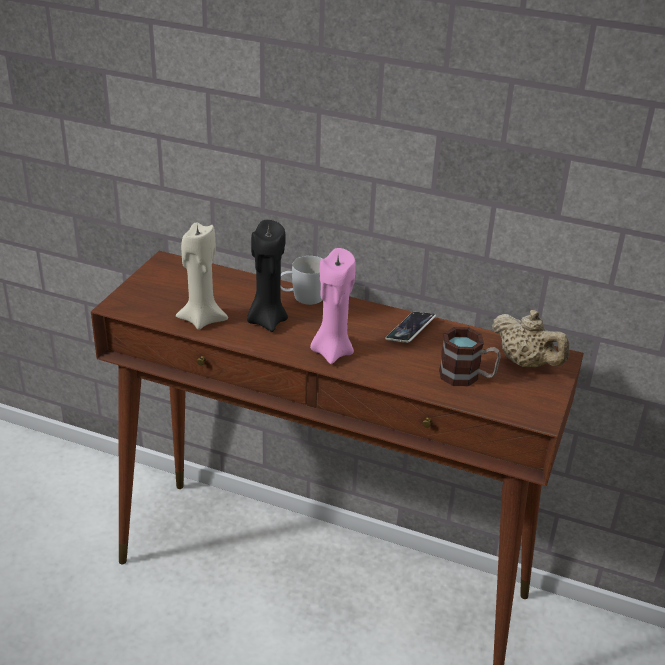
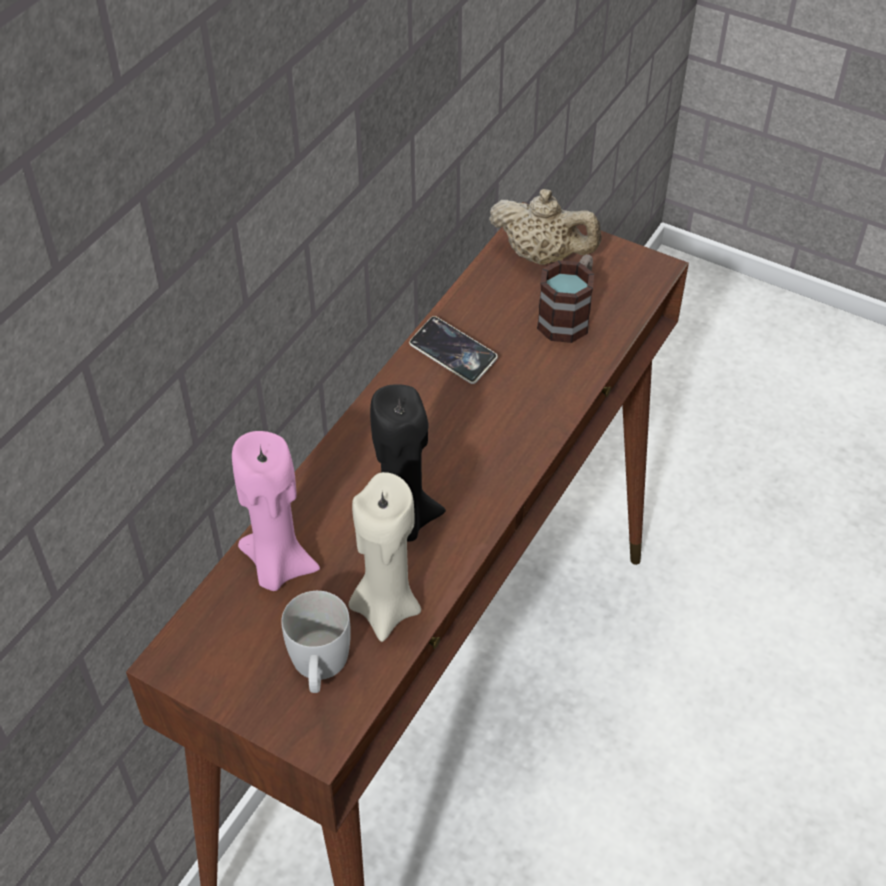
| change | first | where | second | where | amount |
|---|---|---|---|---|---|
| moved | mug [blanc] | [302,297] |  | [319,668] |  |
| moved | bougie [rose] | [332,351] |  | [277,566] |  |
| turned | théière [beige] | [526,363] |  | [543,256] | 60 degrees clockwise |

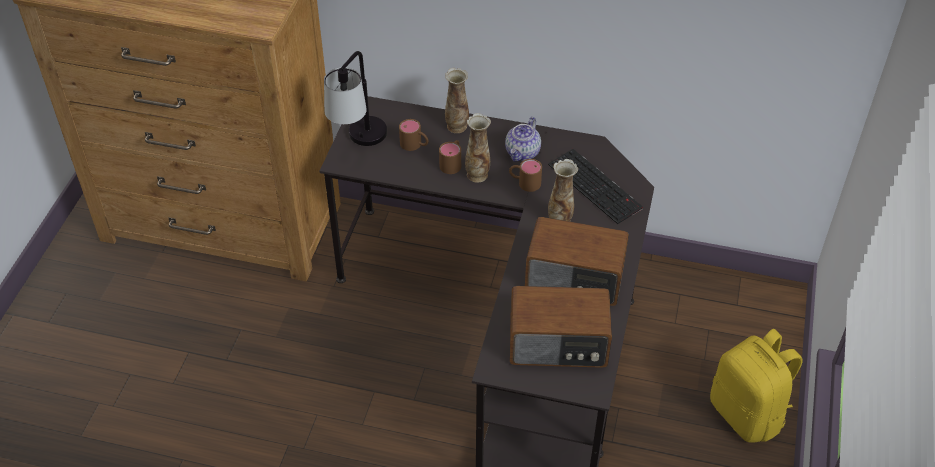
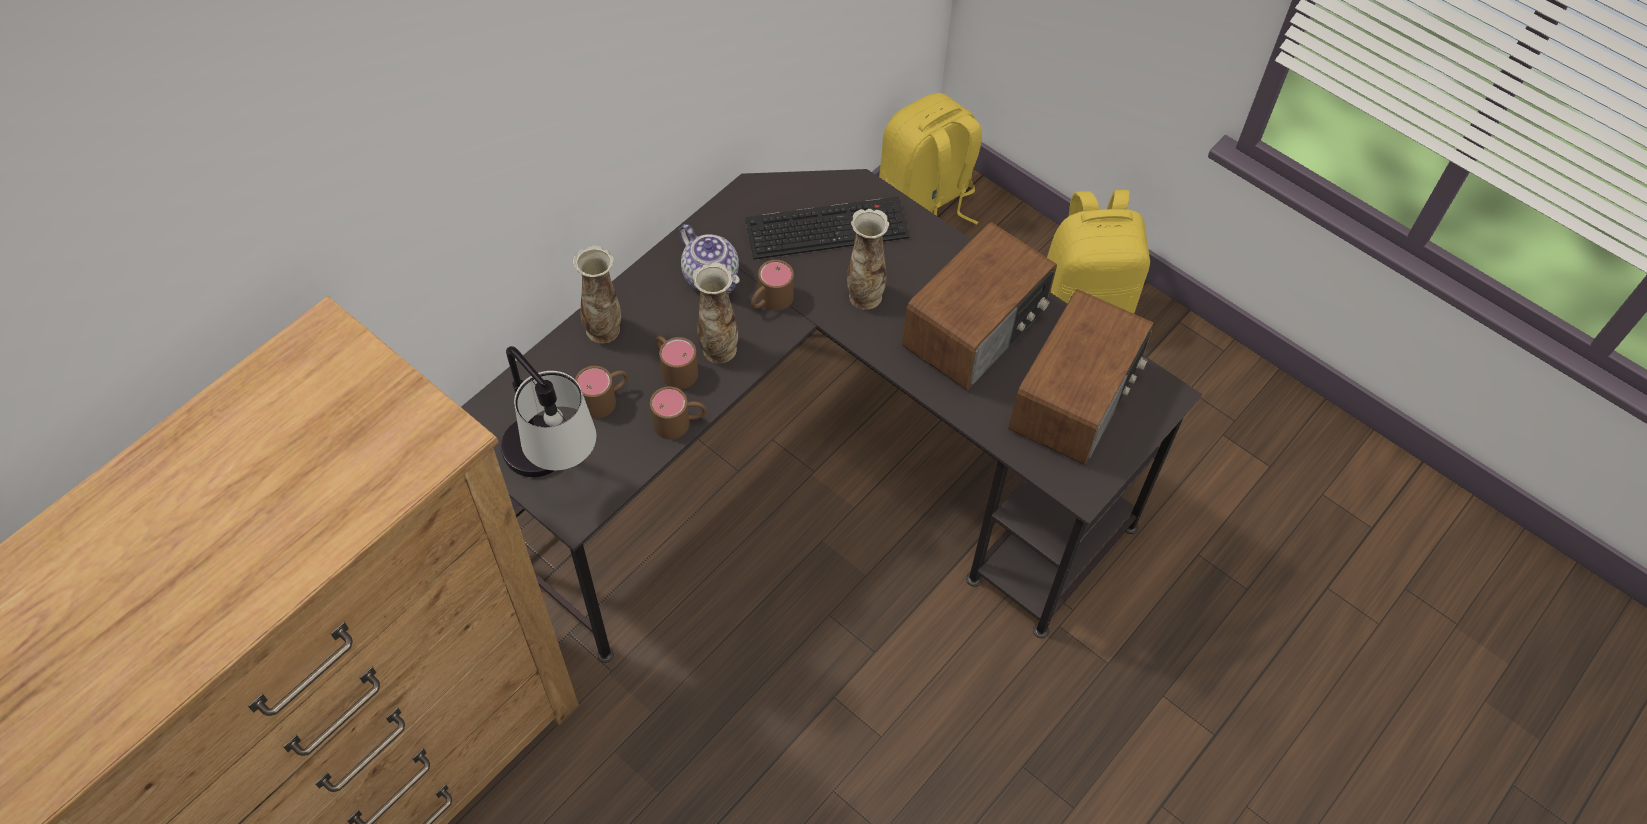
| change | first | where | second | where | amount |
|---|---|---|---|---|---|
| added |  |  | mug [marron] | [680,423] |  |
| added |  |  | sac à dos [jaune] | [926,203] |  |

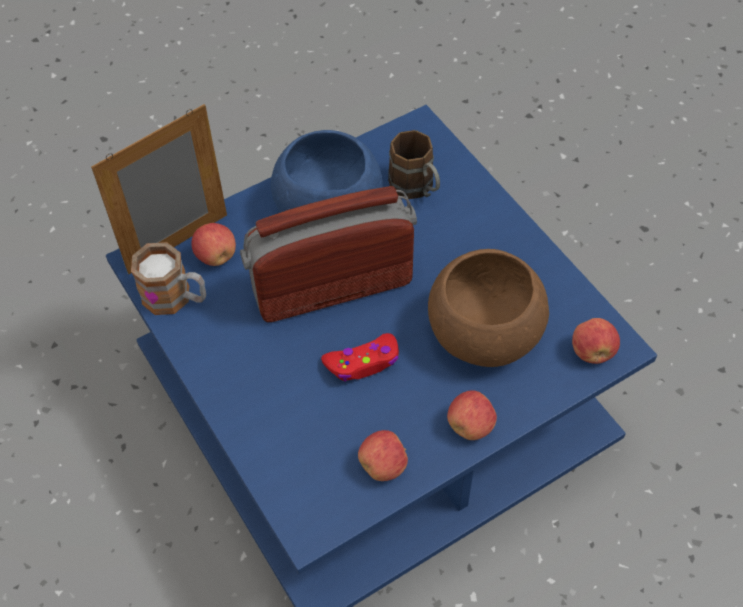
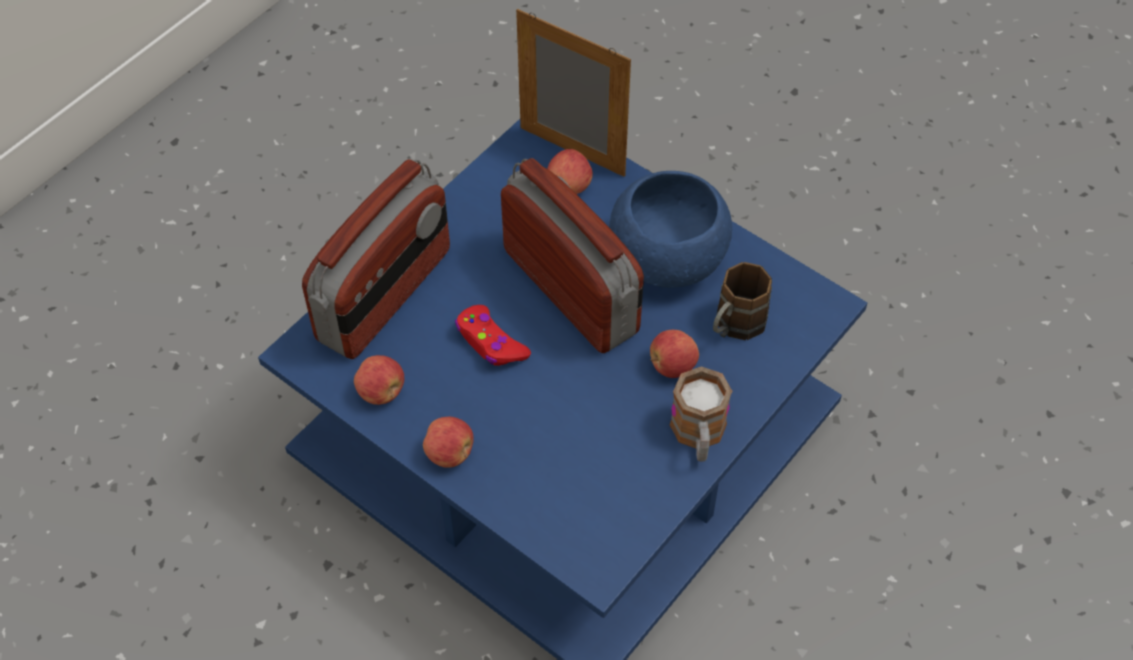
| change | first | where | second | where | amount |
|---|---|---|---|---|---|
| removed | bol [marron] | [483,333] |  |  |  |
| added |  |  | radio | [385,296] |  |
| moved | mug | [176,298] |  | [698,436] |  |
| moved | pomme | [592,352] |  | [672,366] |  |

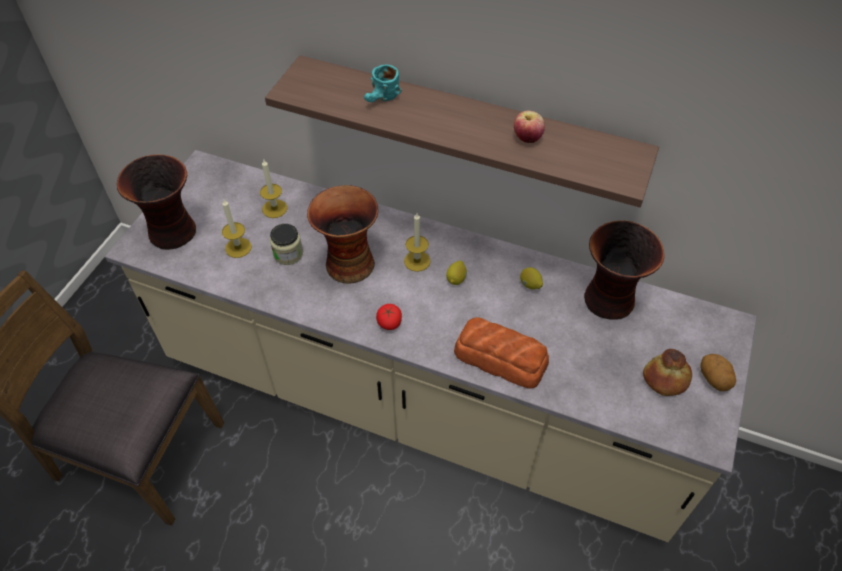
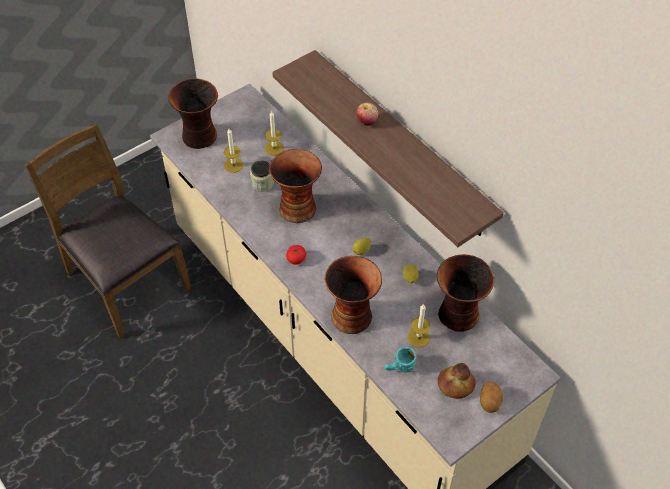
| change | first | where | second | where | amount |
|---|---|---|---|---|---|
| moved | mug [turquoise] | [382,99] |  | [400,368] |  |
| moved | bougie | [417,261] |  | [418,337] |  |
| moved | pomme | [527,138] |  | [367,121] |  |
| replaced | pain | [499,357] | vase | [352,315] |  |

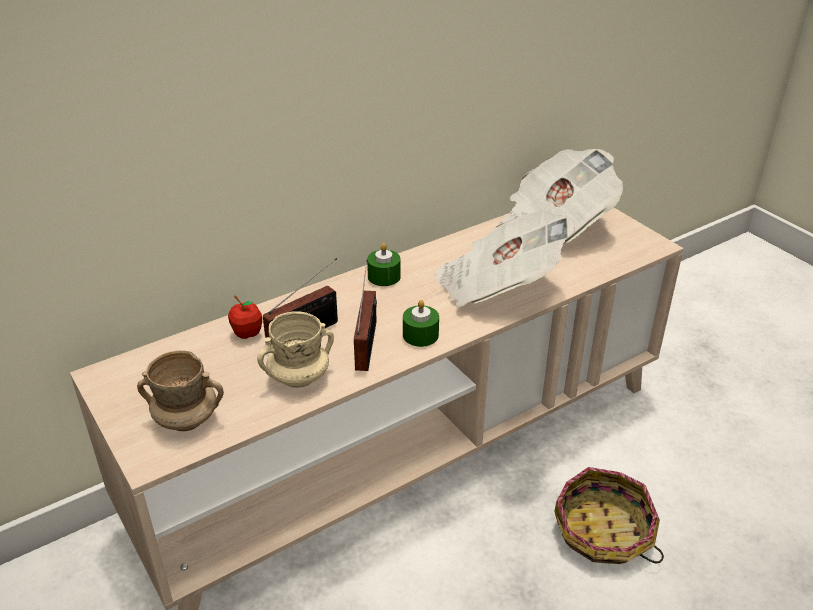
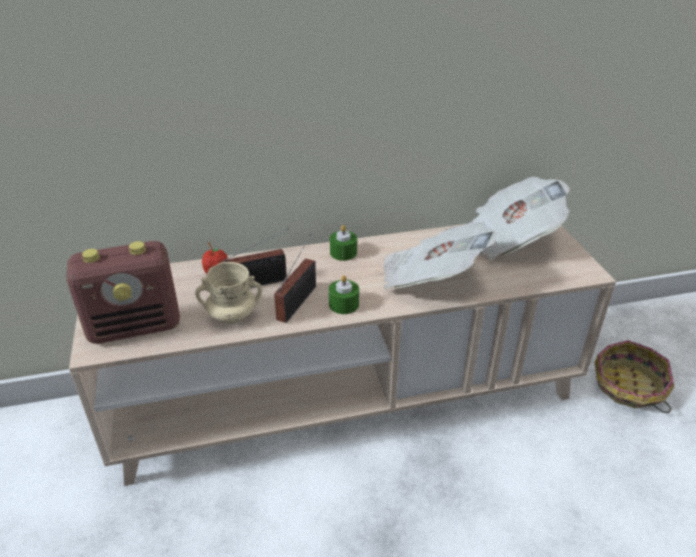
| change | first | where | second | where | amount |
|---|---|---|---|---|---|
| moved | panier | [603,532] |  | [628,387] |  |
| replaced | mug [beige] | [186,419] | radio | [136,327] |  |

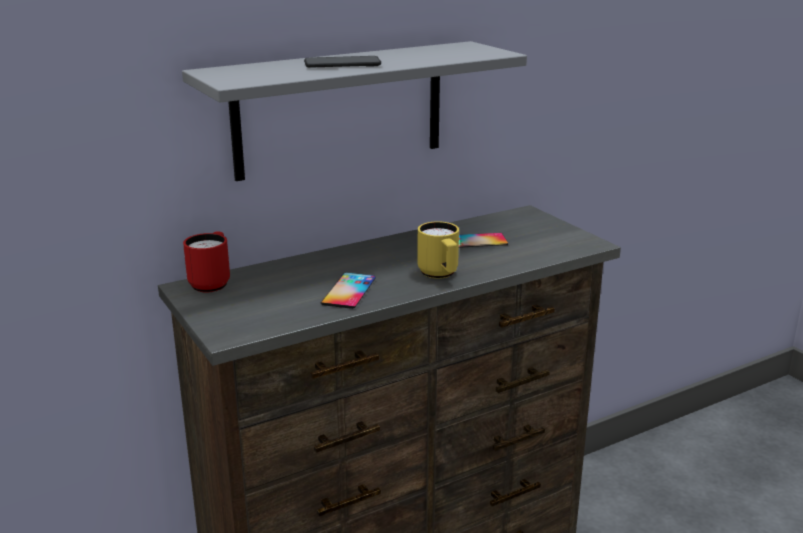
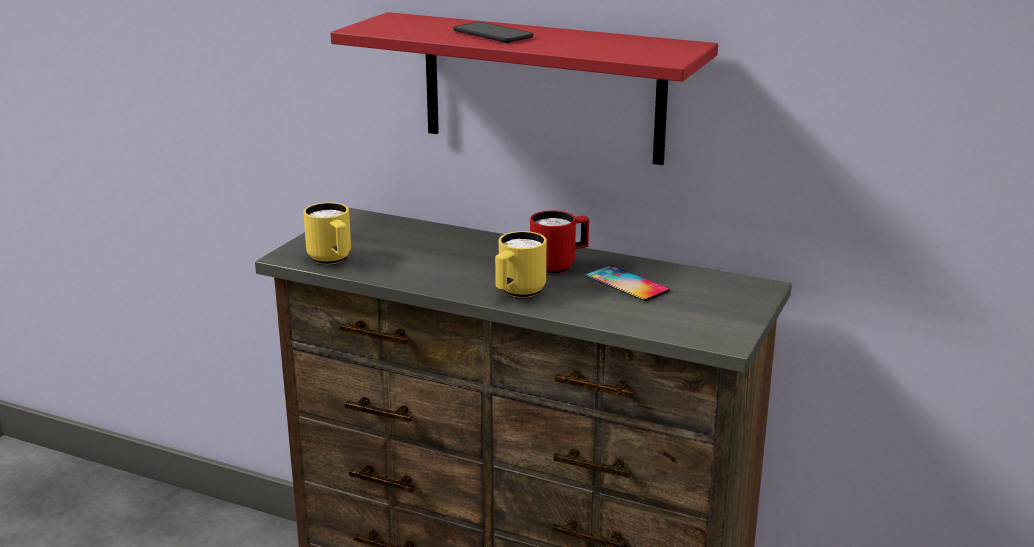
| change | first | where | second | where | amount |
|---|---|---|---|---|---|
| removed | téléphone | [349,291] |  |  |  |
| added |  |  | mug [jaune] | [332,260] |  |
| moved | mug [rouge] | [212,282] |  | [559,265] |  |
| recoloured | étagère [gris] | [340,109] | étagère [rouge] | [542,88] |  |

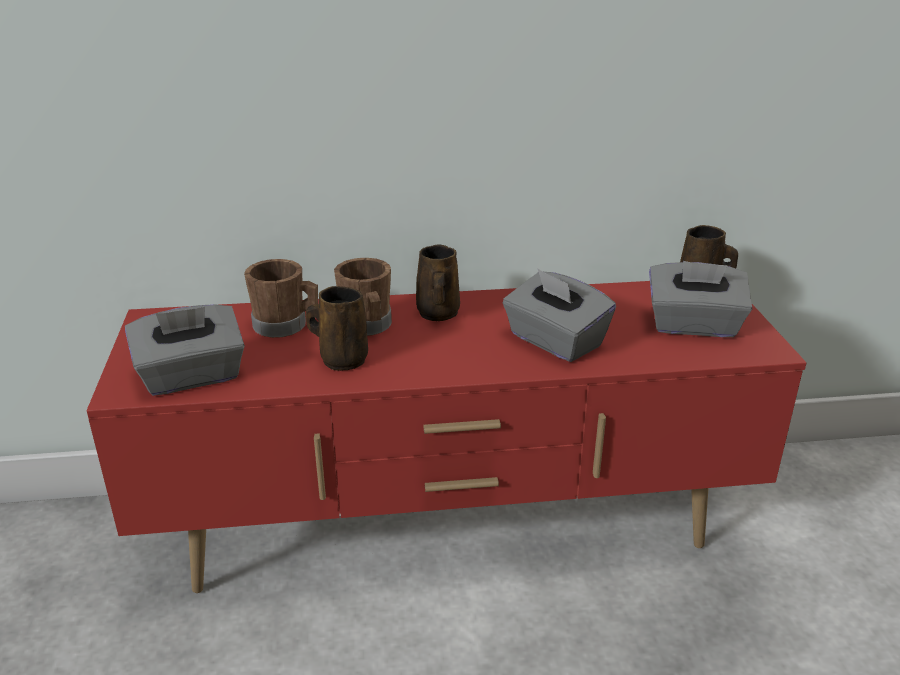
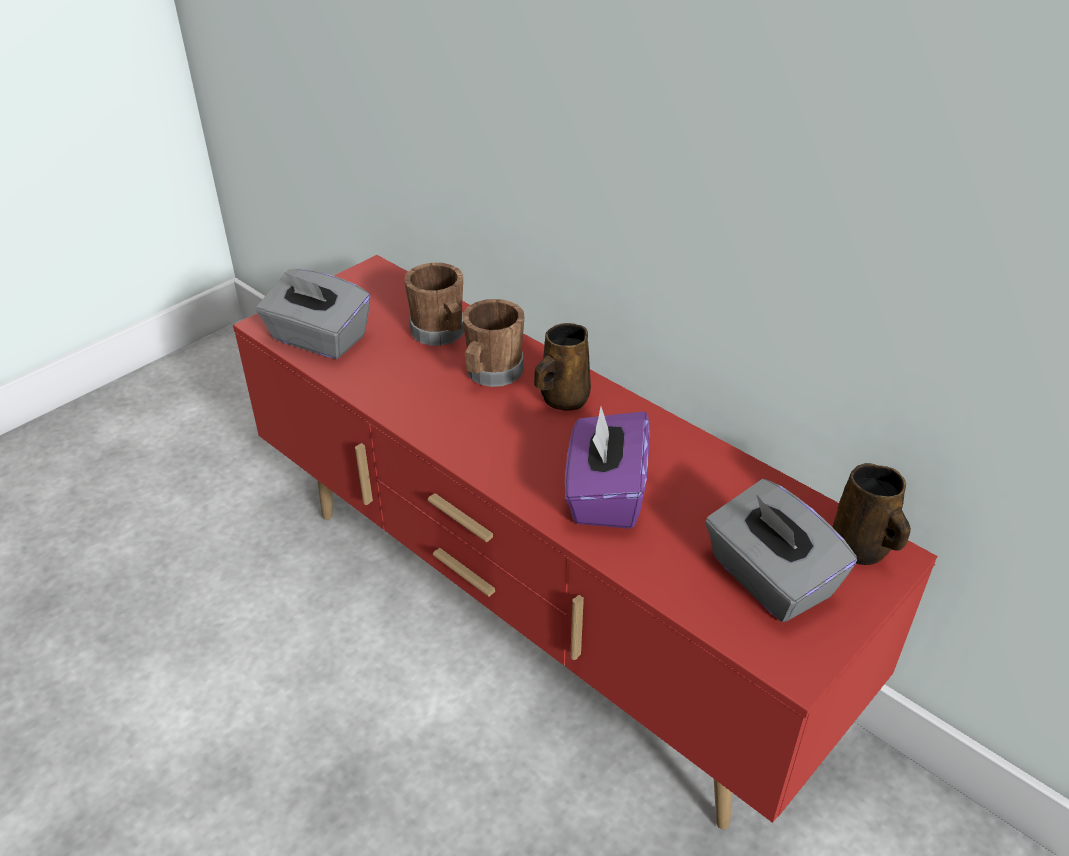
| change | first | where | second | where | amount |
|---|---|---|---|---|---|
| removed | mug [marron] | [341,359] |  |  |  |
| recoloured | boîte à mouchoirs [gris] | [554,341] | boîte à mouchoirs [violet] | [605,494] |  |

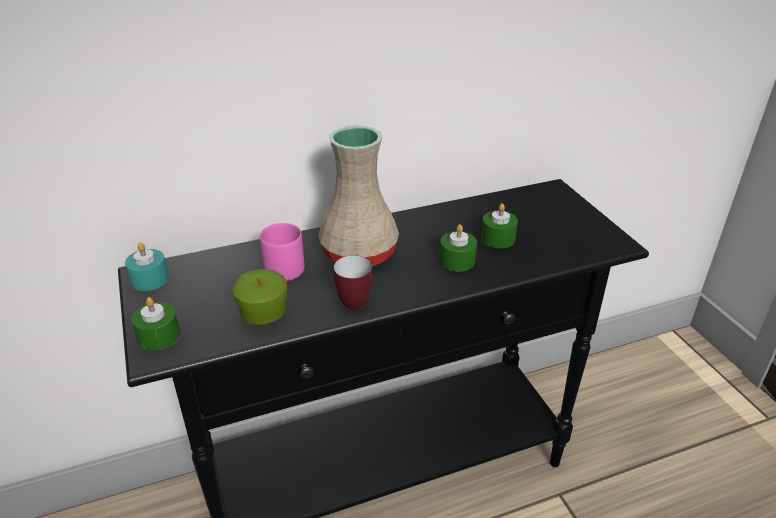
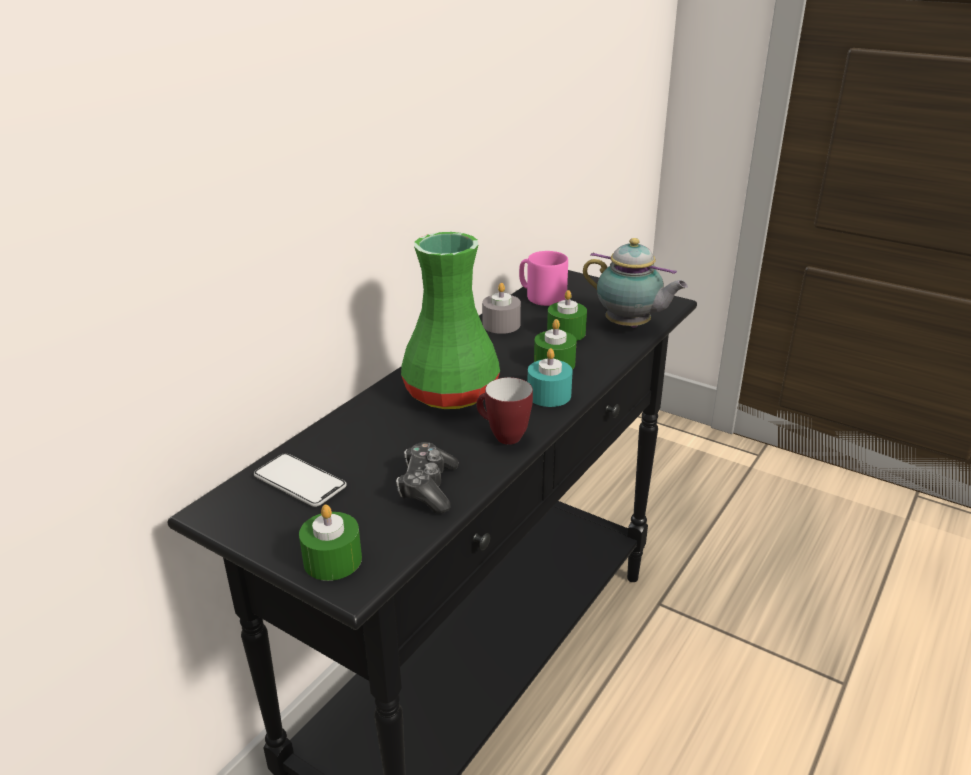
| change | first | where | second | where | amount |
|---|---|---|---|---|---|
| added |  |  | téléphone | [300,481] |  |
| added |  |  | bougie [gris] | [501,324] |  |
| added |  |  | théière | [630,326] |  |
| moved | bougie [turquoise] | [149,279] |  | [549,395] |  |
| moved | mug [rose] | [283,267] |  | [541,297] |  |
| replaced | pomme | [263,315] | manette | [428,487] |  |
| recoloured | vase [beige] | [357,253] | vase [vert] | [448,393] |  |

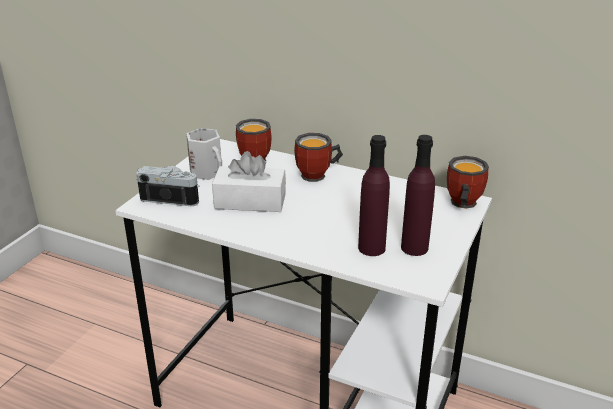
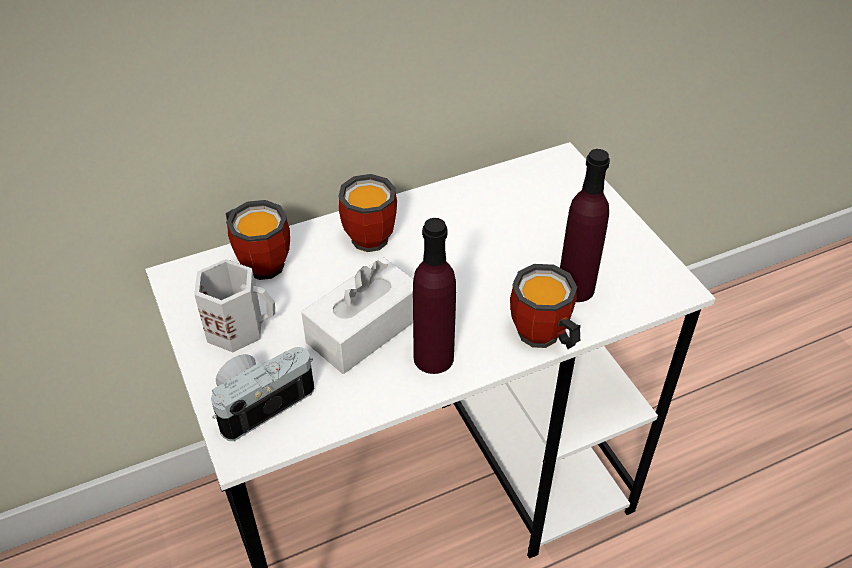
| change | first | where | second | where | amount |
|---|---|---|---|---|---|
| moved | bouteille [violet] | [414,248] |  | [433,357] |  |
| moved | mug | [461,204] |  | [541,339] |  |

